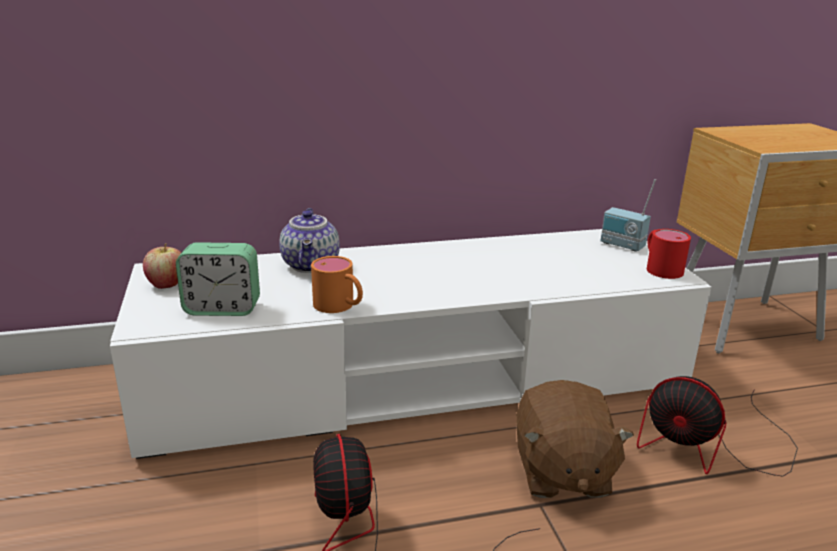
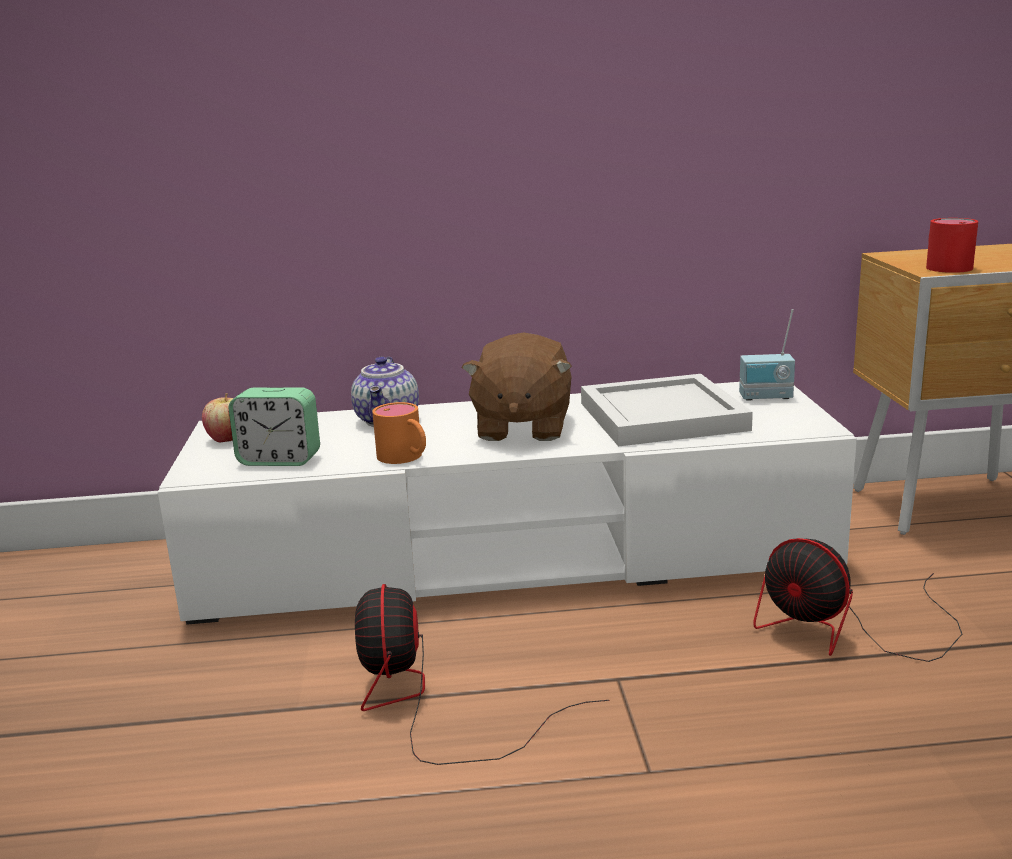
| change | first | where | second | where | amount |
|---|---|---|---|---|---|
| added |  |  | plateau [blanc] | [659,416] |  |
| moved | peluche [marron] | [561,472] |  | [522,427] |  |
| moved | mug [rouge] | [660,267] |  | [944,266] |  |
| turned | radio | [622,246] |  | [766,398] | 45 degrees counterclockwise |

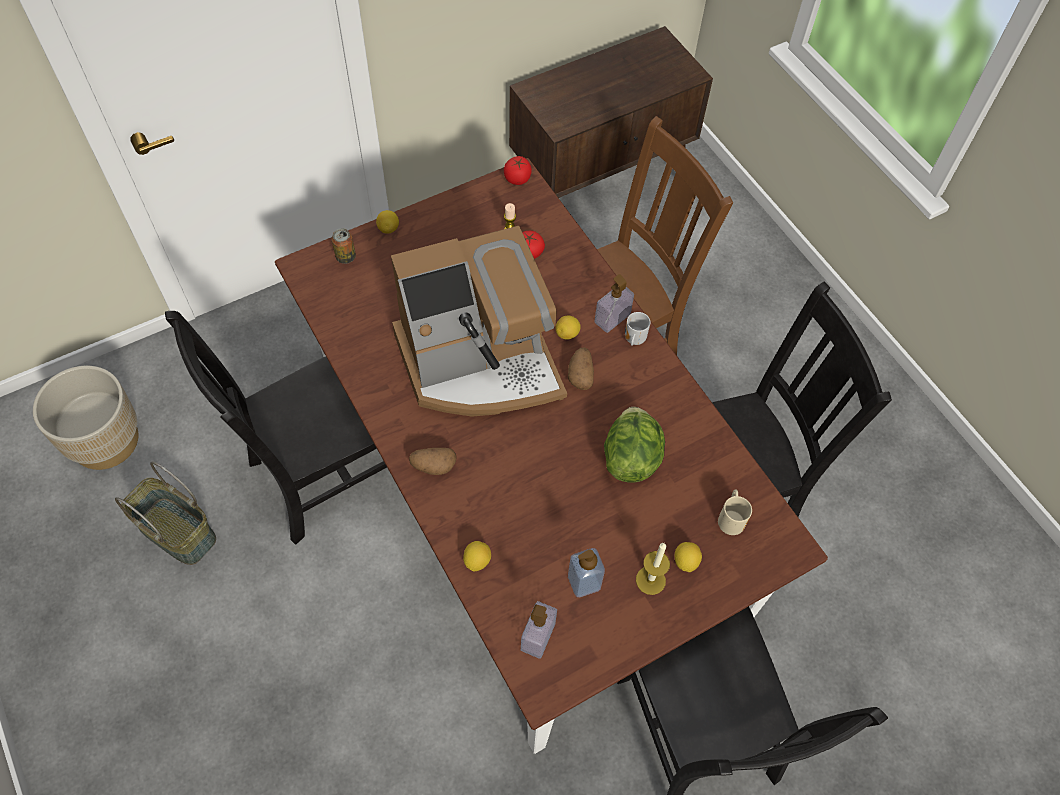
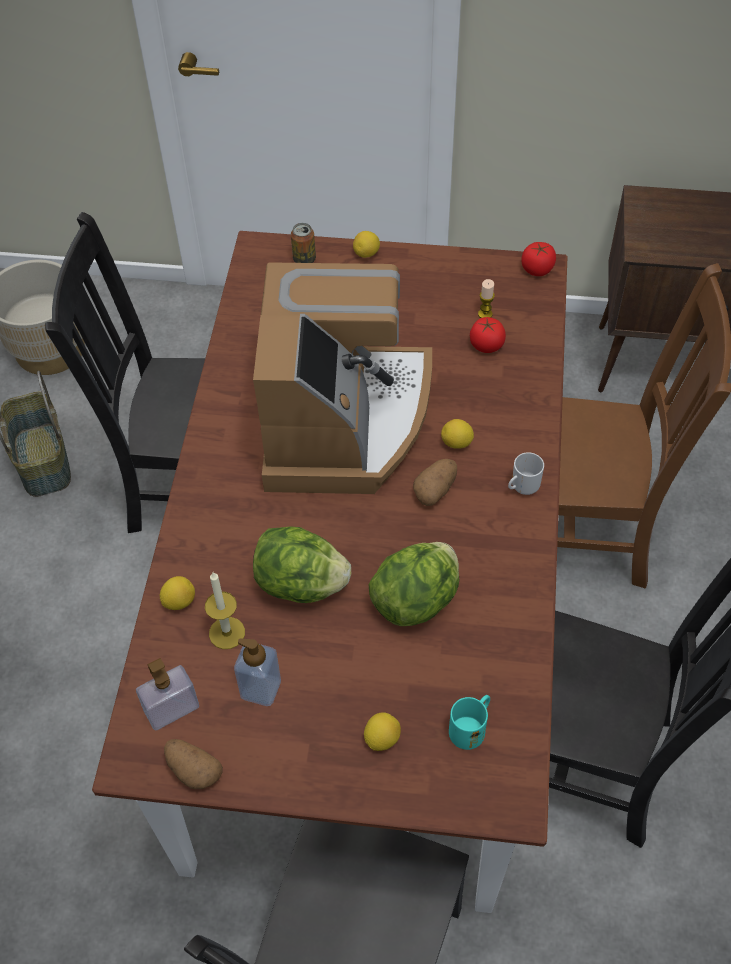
| change | first | where | second | where | amount |
|---|---|---|---|---|---|
| removed | distributeur de savon | [612,318] |  |  |  |
| added |  |  | laitue | [301,584] |  |
| moved | pomme de terre | [433,466] |  | [193,770] |  |
| moved | bougie | [650,580] |  | [227,633] |  |
| recoloured | mug [beige] | [730,516] | mug [turquoise] | [471,726] |  |
| turned | machine à café | [480,363] |  | [344,422] | 105 degrees counterclockwise |

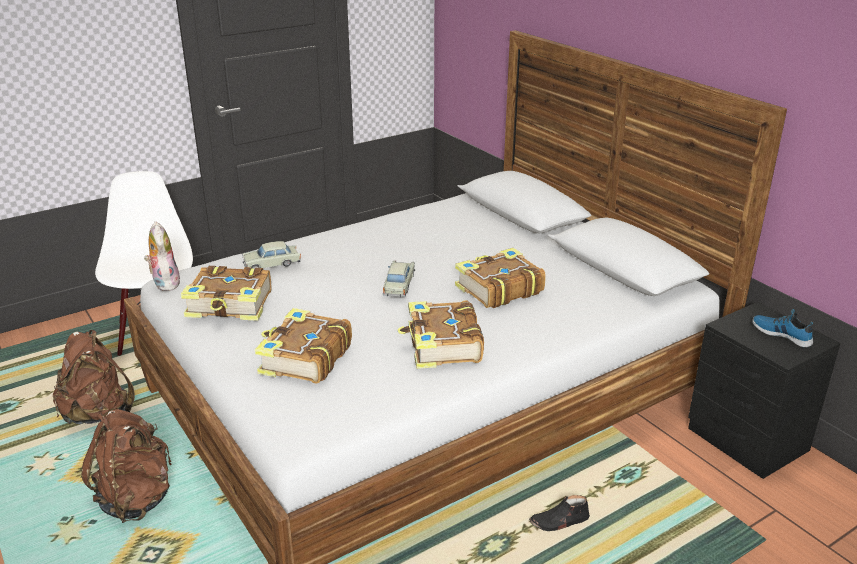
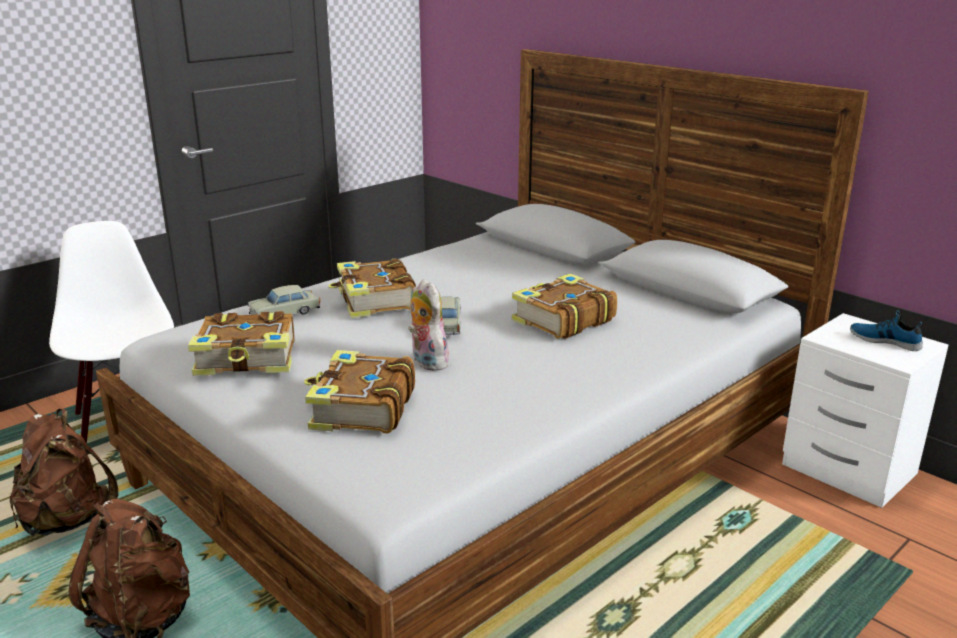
| change | first | where | second | where | amount |
|---|---|---|---|---|---|
| removed | chaussure [noir] | [559,522] |  |  |  |
| moved | peluche | [164,283] |  | [426,362] |  |
| moved | livre | [442,346] |  | [375,301] |  |
| recoloured | table de chevet [noir] | [747,441] | table de chevet [blanc] | [850,471] |  |

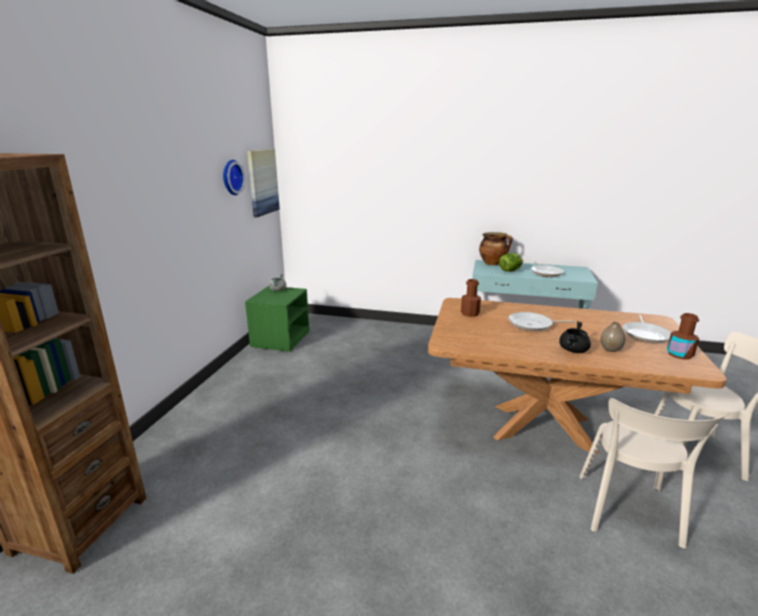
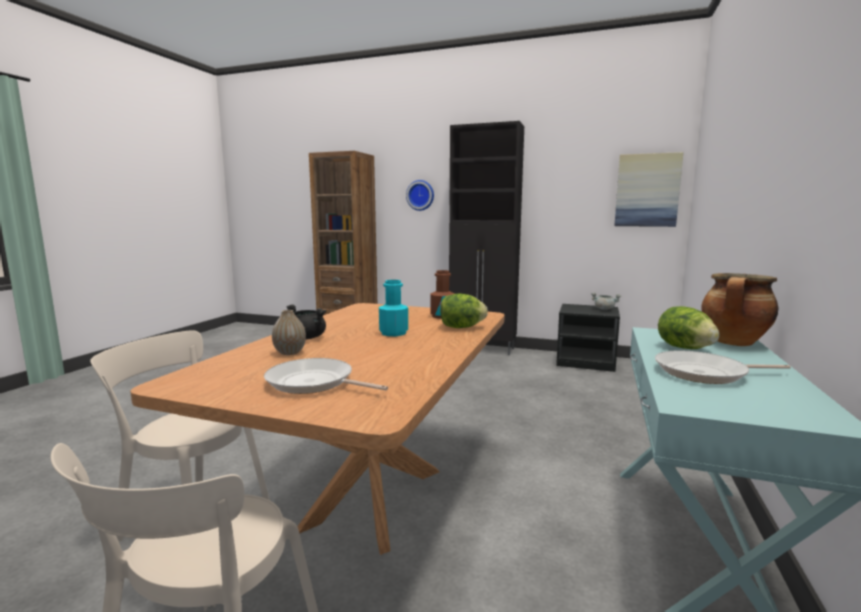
| change | first | where | second | where | amount |
|---|---|---|---|---|---|
| removed | bouteille [marron] | [679,354] |  |  |  |
| added |  |  | laitue | [461,327] |  |
| added |  |  | meuble de rangement [noir] | [483,349] |  |
| moved | horloge murale | [231,177] |  | [420,195] |  |
| replaced | poêle | [532,325] | bouteille [turquoise] | [393,333] |  |
| recoloured | table de chevet [vert] | [280,339] | table de chevet [noir] | [586,362] |  |

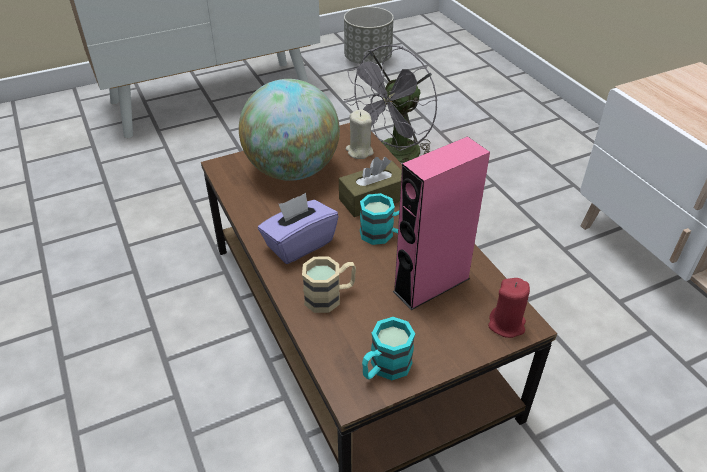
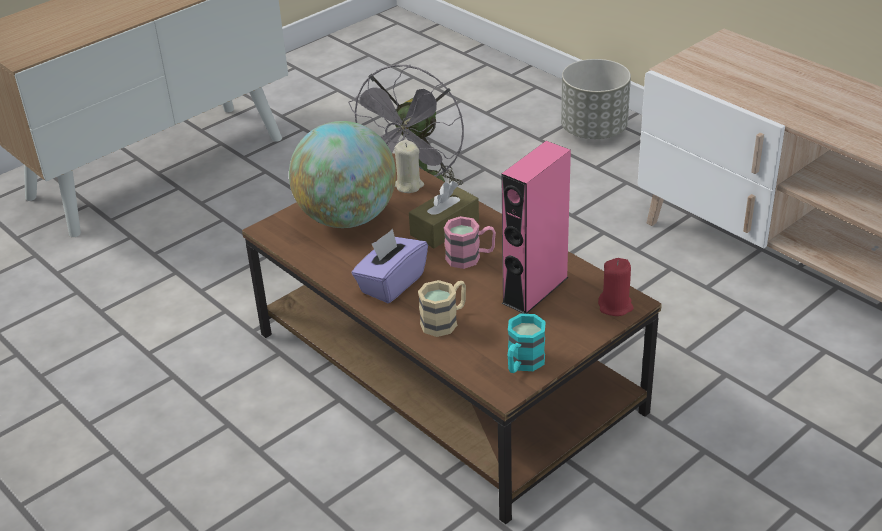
| change | first | where | second | where | amount |
|---|---|---|---|---|---|
| moved | cache-pot [gris] | [368,60] |  | [594,130] |  |
| recoloured | mug [turquoise] | [383,234] | mug [rose] | [470,257] |  |

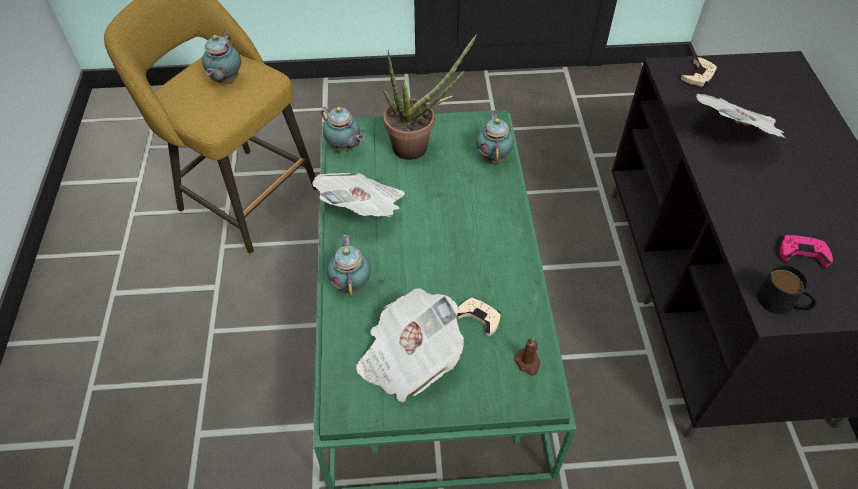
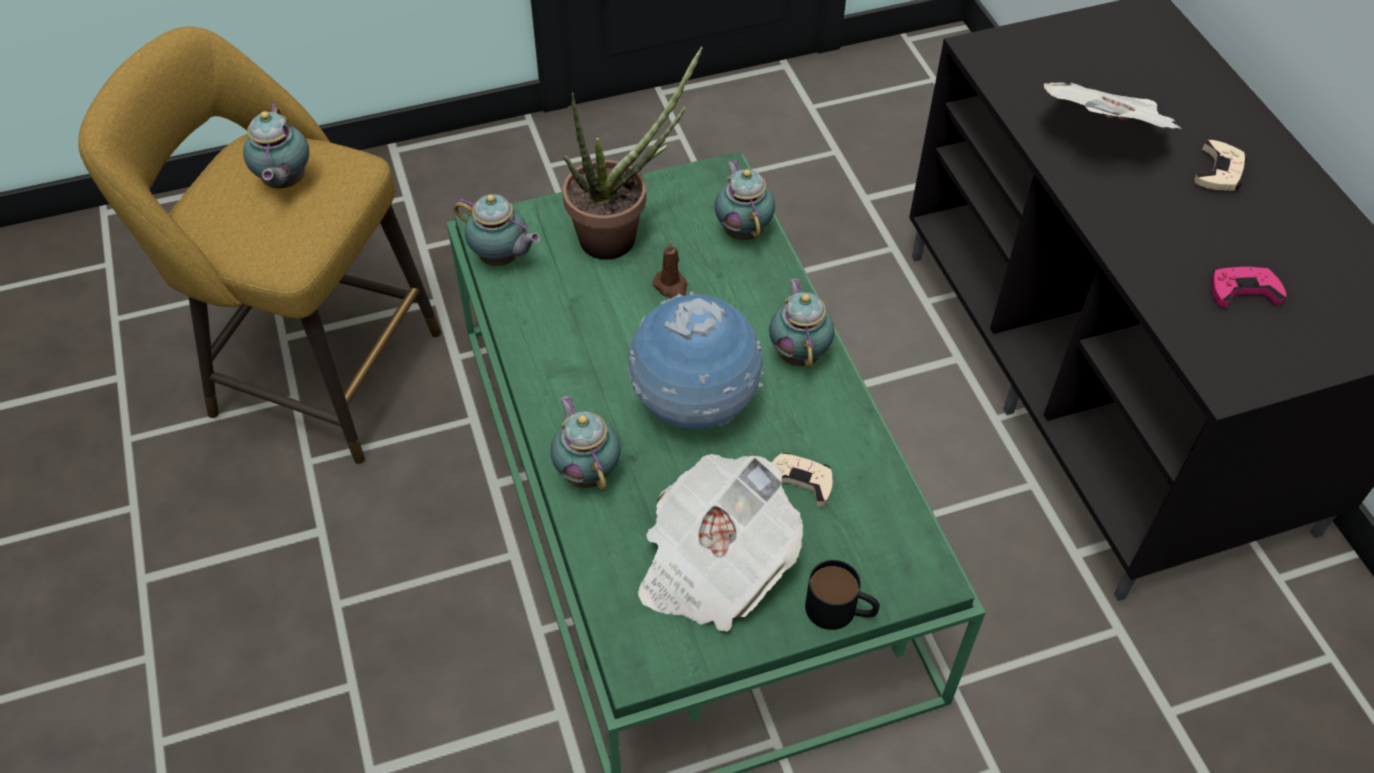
| change | first | where | second | where | amount |
|---|---|---|---|---|---|
| removed | journal | [363,209] |  |  |  |
| added |  |  | globe | [694,407] |  |
| added |  |  | théière | [799,353] |  |
| moved | bougie [marron] | [528,363] |  | [671,286] |  |
| moved | manette [beige] | [698,75] |  | [1219,171] |  |
| moved | mug [noir] | [782,303] |  | [840,610] |  |

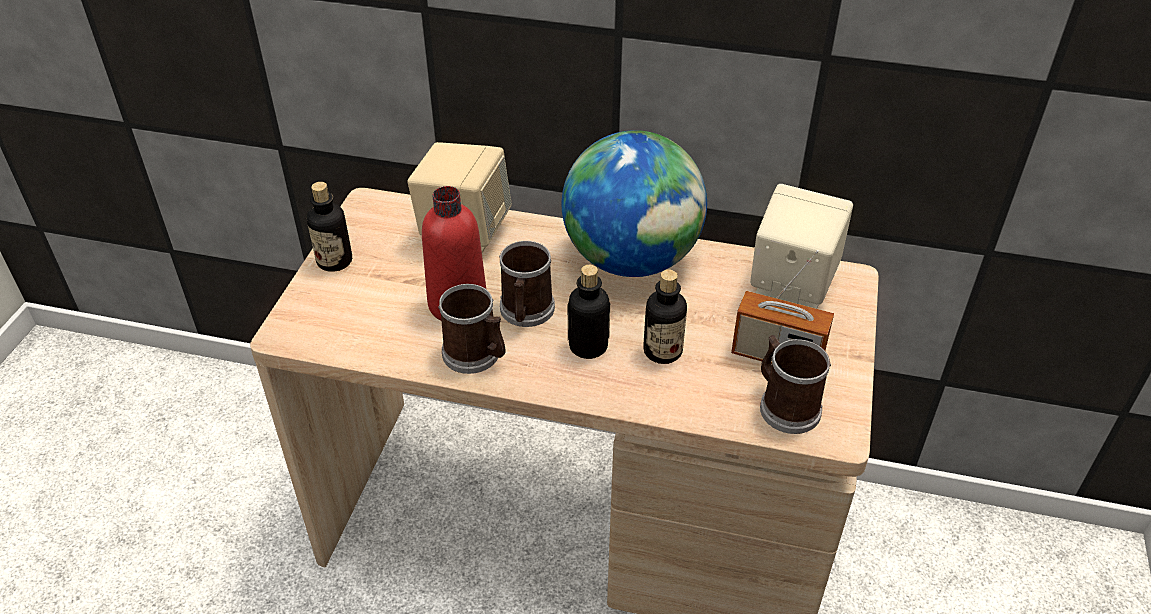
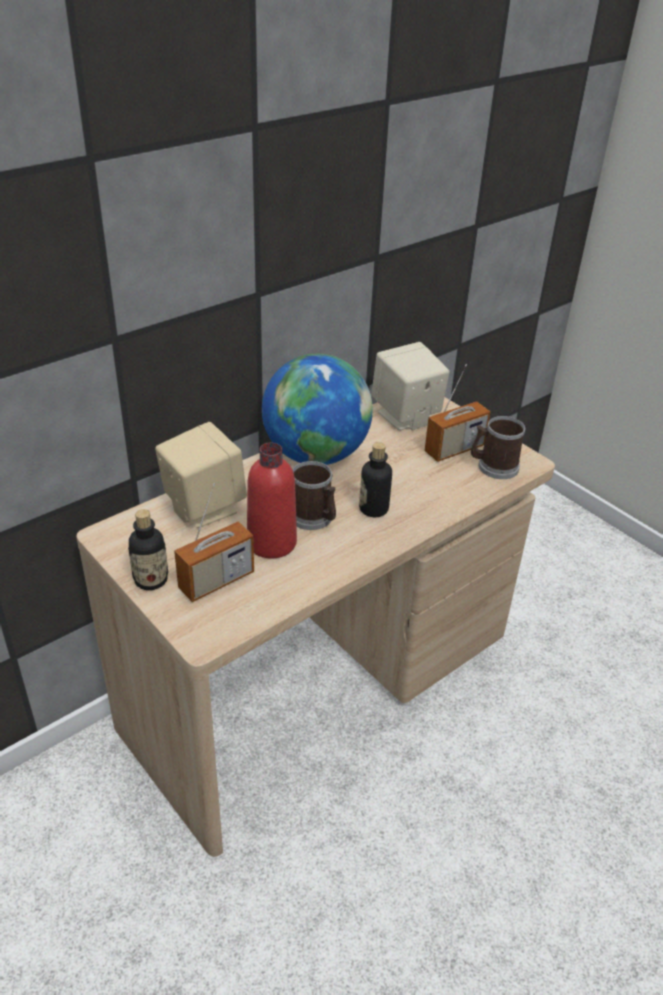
| change | first | where | second | where | amount |
|---|---|---|---|---|---|
| removed | mug | [476,355] |  |  |  |
| removed | bouteille | [662,351] |  |  |  |
| added |  |  | radio | [216,581] |  |

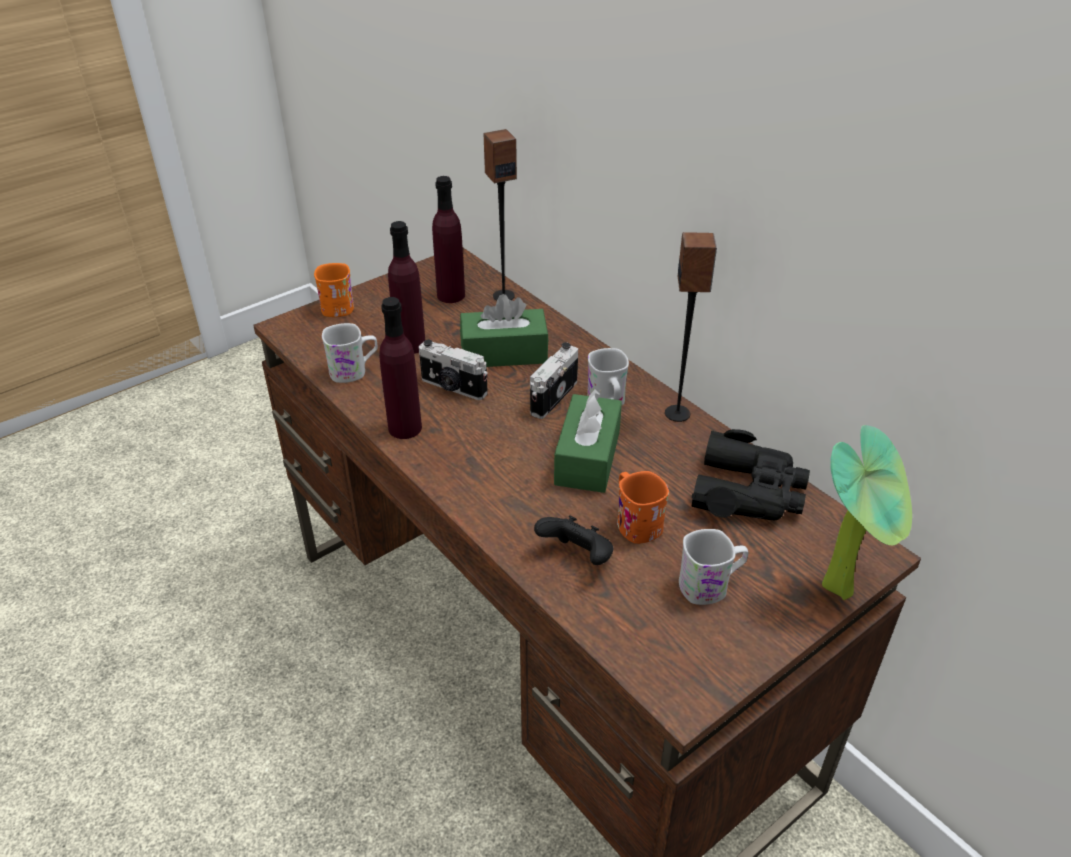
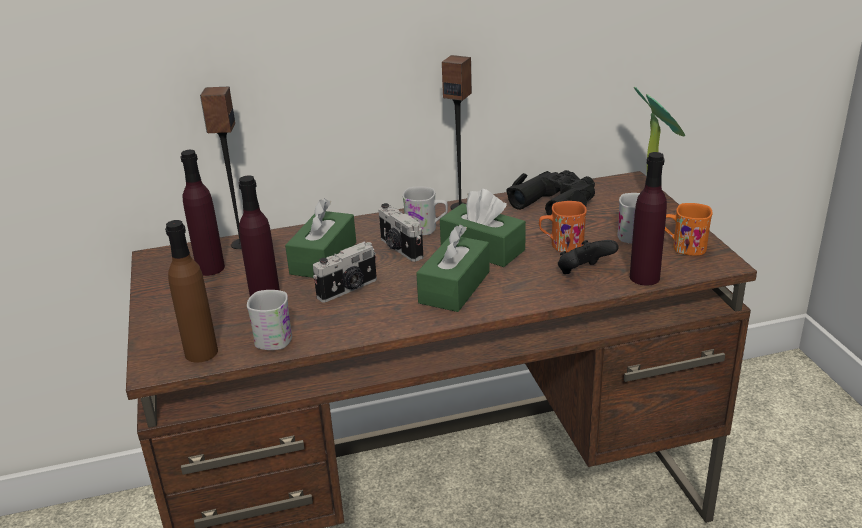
| change | first | where | second | where | amount |
|---|---|---|---|---|---|
| added |  |  | bouteille [marron] | [201,352] |  |
| added |  |  | boîte à mouchoirs [vert] | [454,287] |  |
| moved | mug [orange] | [338,305] |  | [683,247] |  |
| moved | bouteille [violet] | [405,428] |  | [644,277] |  |

